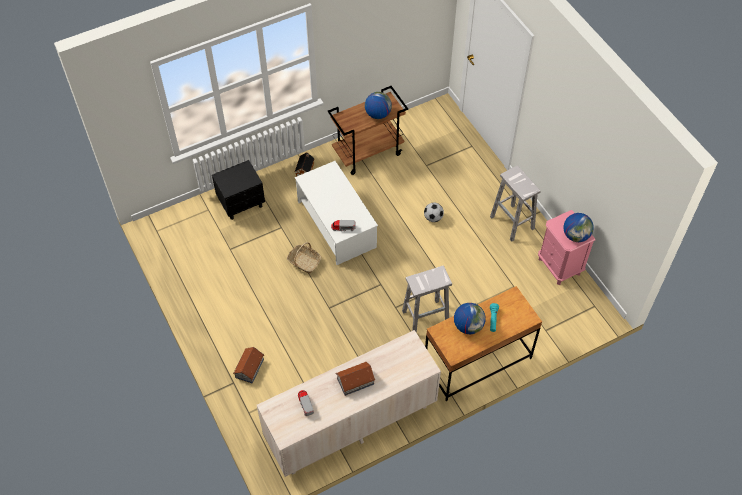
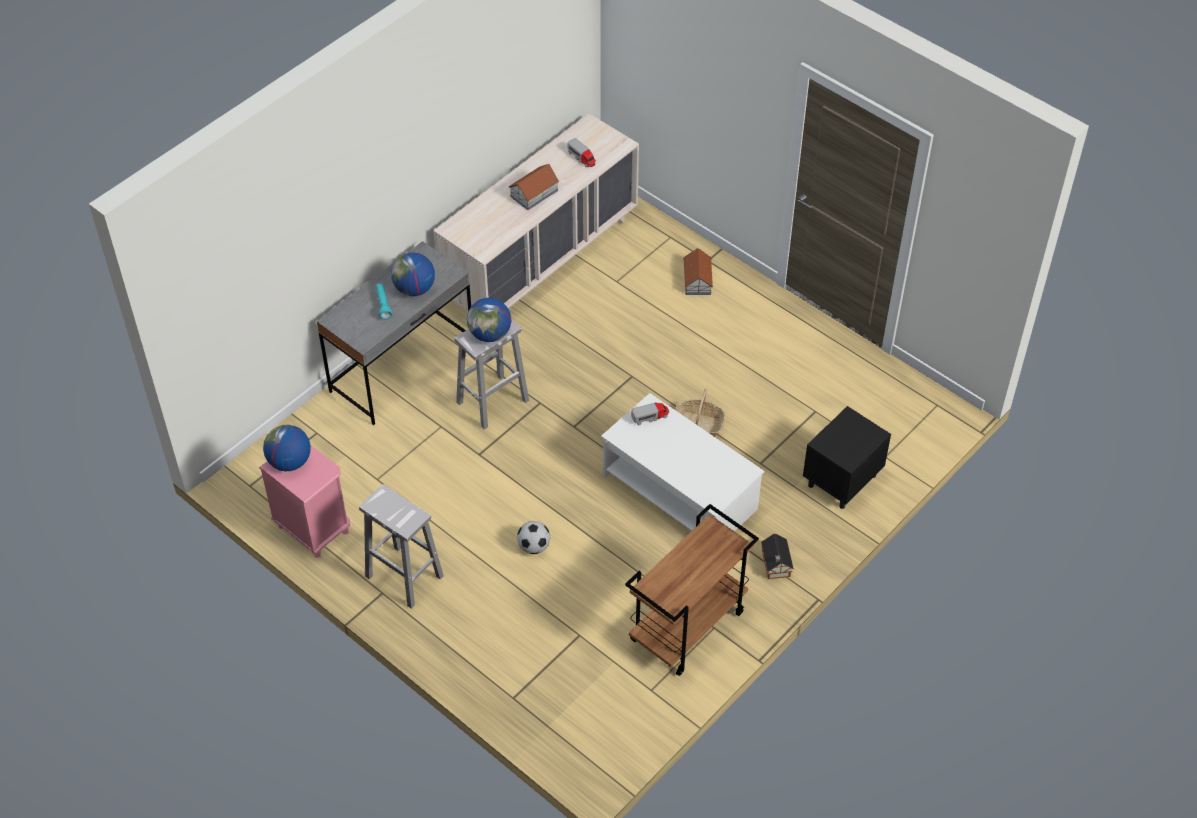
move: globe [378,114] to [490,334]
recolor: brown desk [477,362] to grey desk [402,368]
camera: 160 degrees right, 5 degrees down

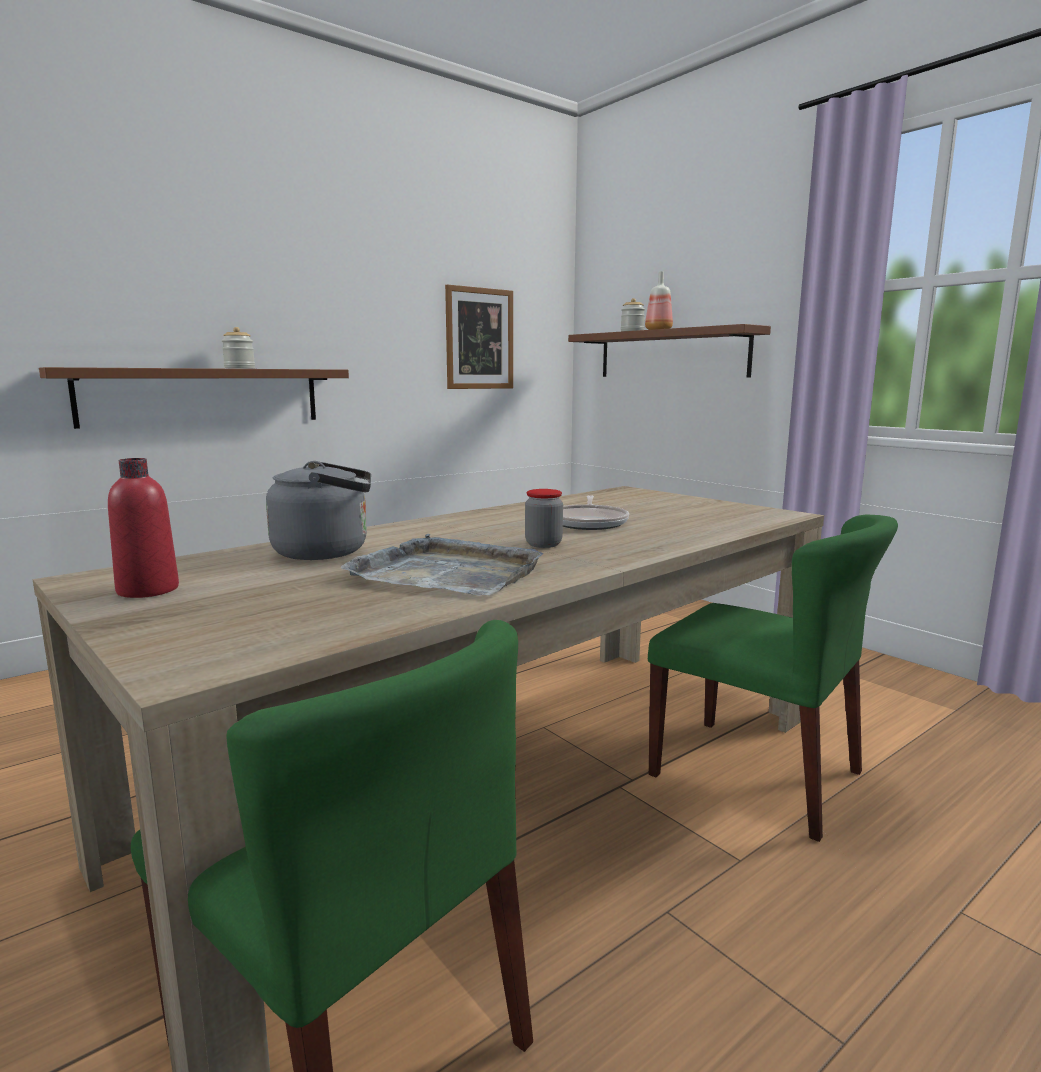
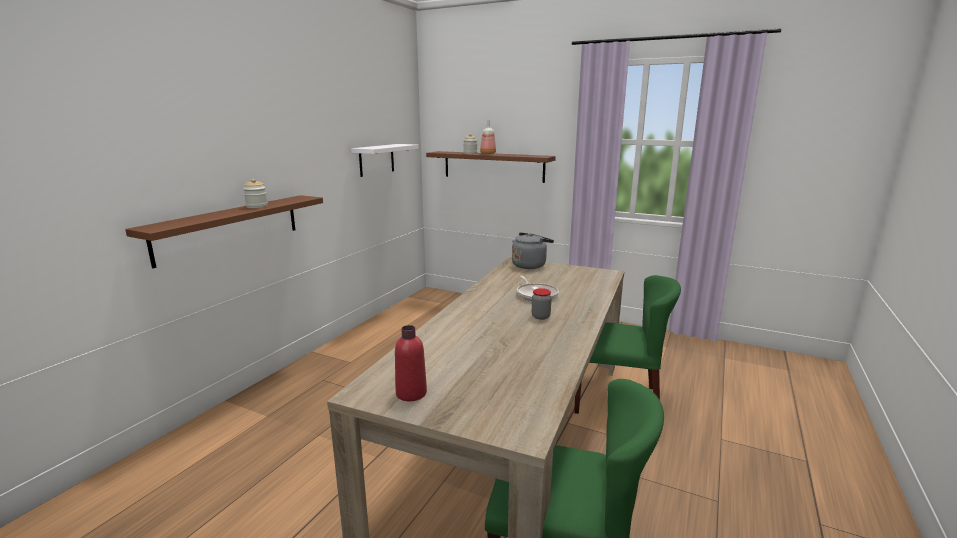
delete: grey tray [448,573]
move: grey kettle [327,552] to [530,265]
replace: picture [479,339] to white shelf [376,160]
camera: 25 degrees left, 5 degrees up

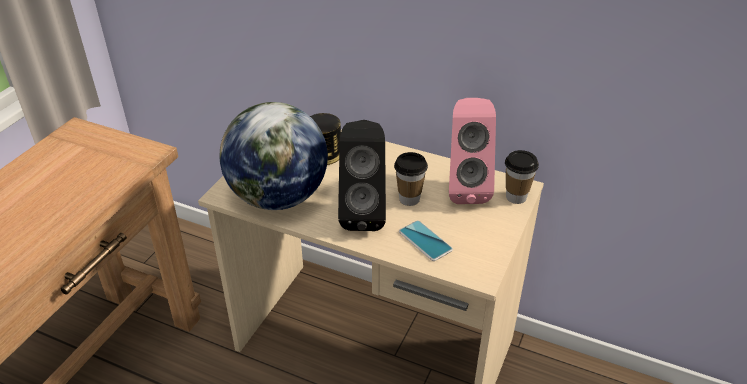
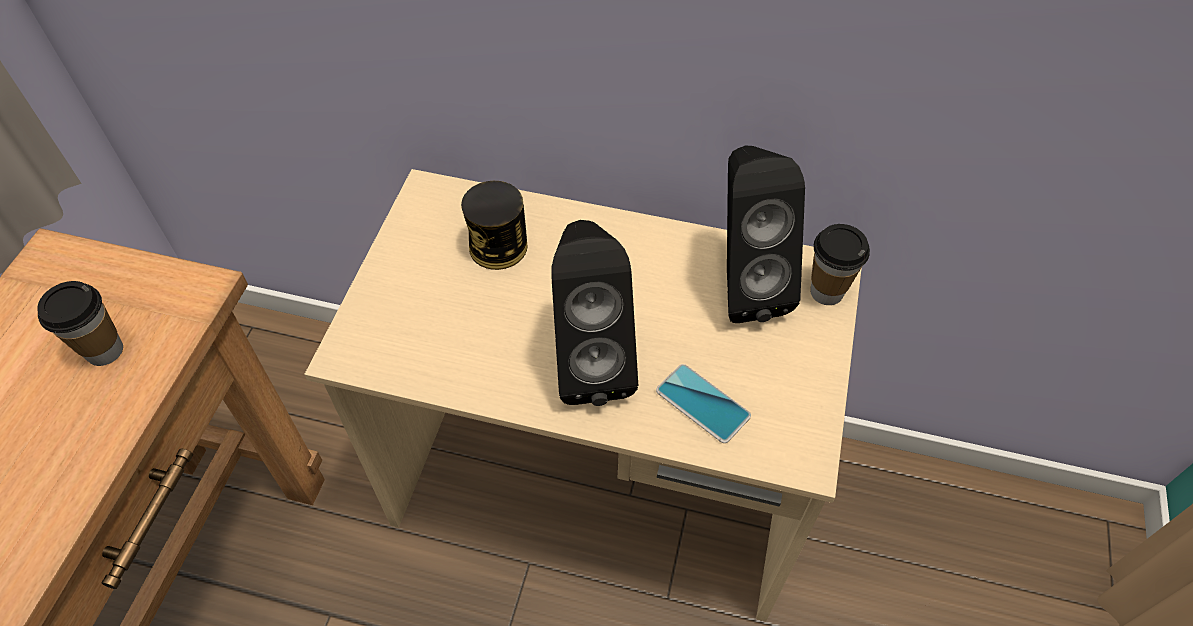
delete: globe [278,198]
move: cup [409,199] to [104,351]
recolor: pink speaker [465,188] to black speaker [743,285]
camera: 10 degrees left, 15 degrees up

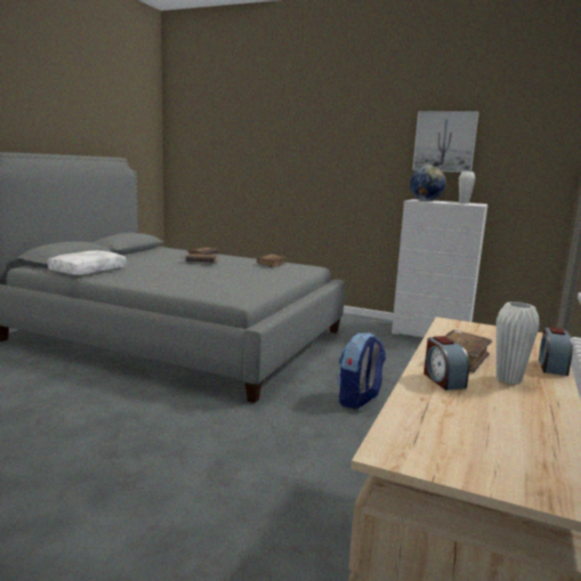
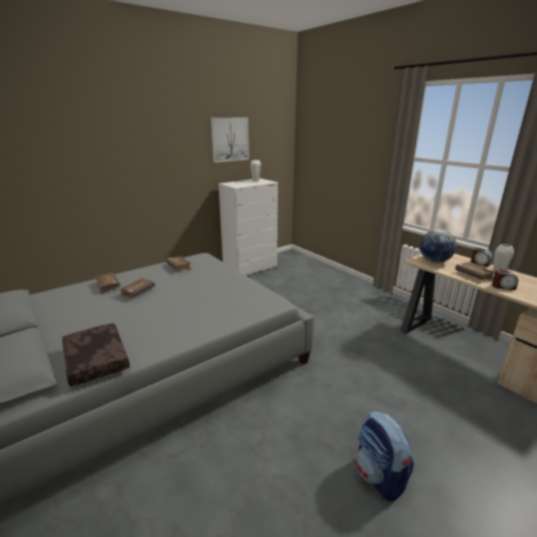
move: backpack [359,400] to [379,476]; globe [426,201] to [434,261]
recolor: white pillow [88,270] to brown pillow [95,360]
camera: 60 degrees left, 10 degrees up

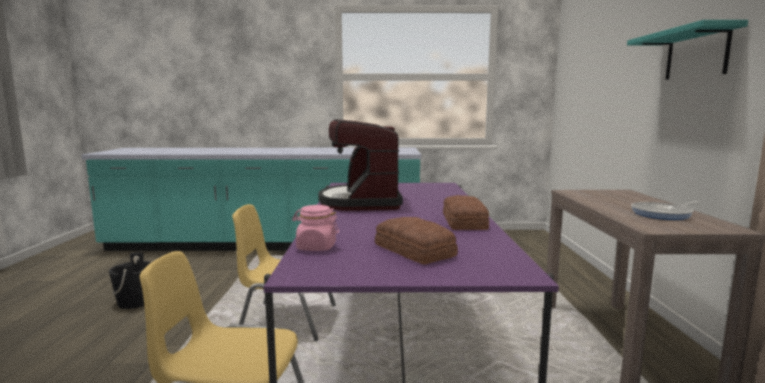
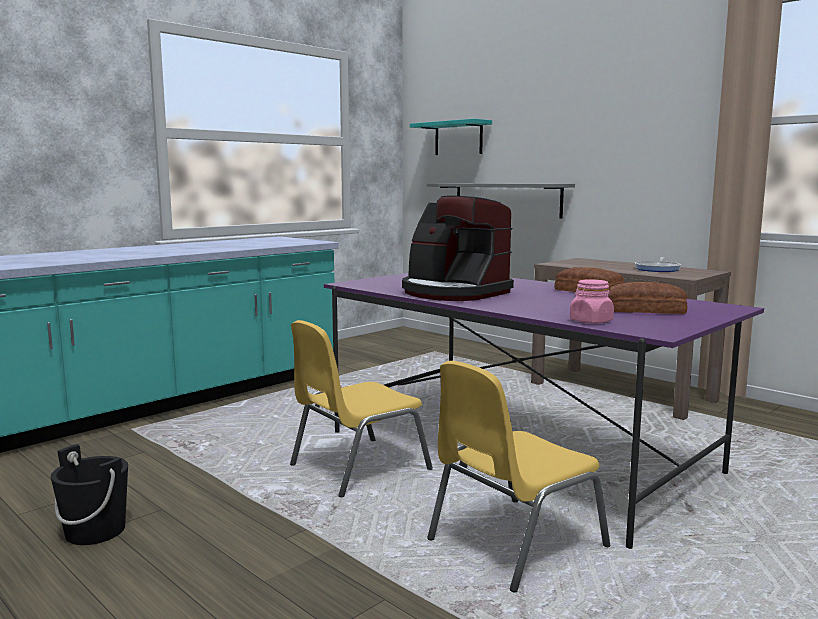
insert: grey shelf [507,199]
move: turquoise shelf [696,54] to [458,138]
camera: 45 degrees left, 0 degrees up

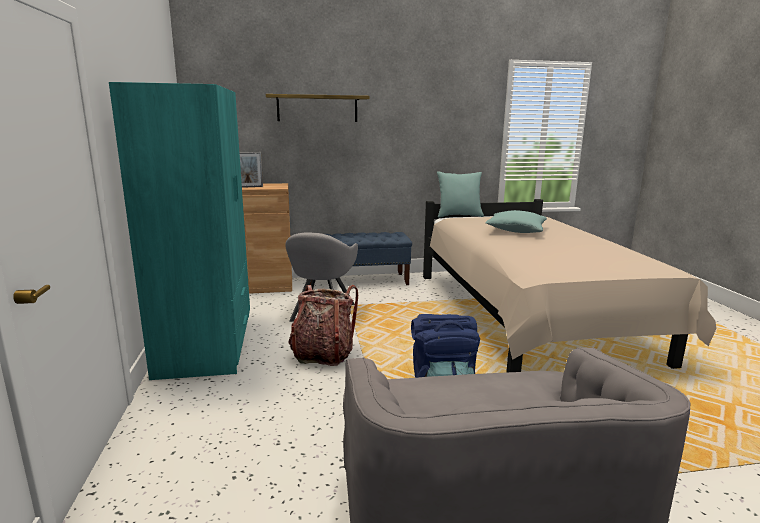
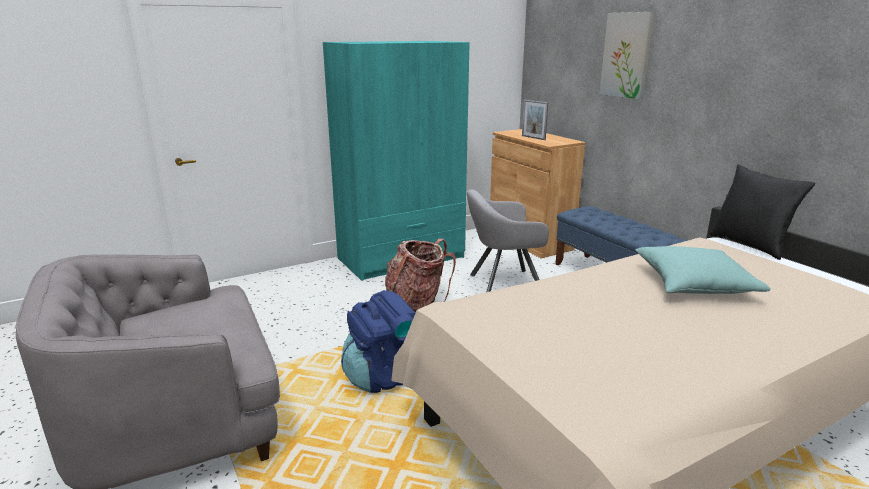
replace: shelf [317,108] to picture [626,55]
recolor: turquoise pillow [459,216] to black pillow [750,245]
camera: 70 degrees right, 5 degrees up

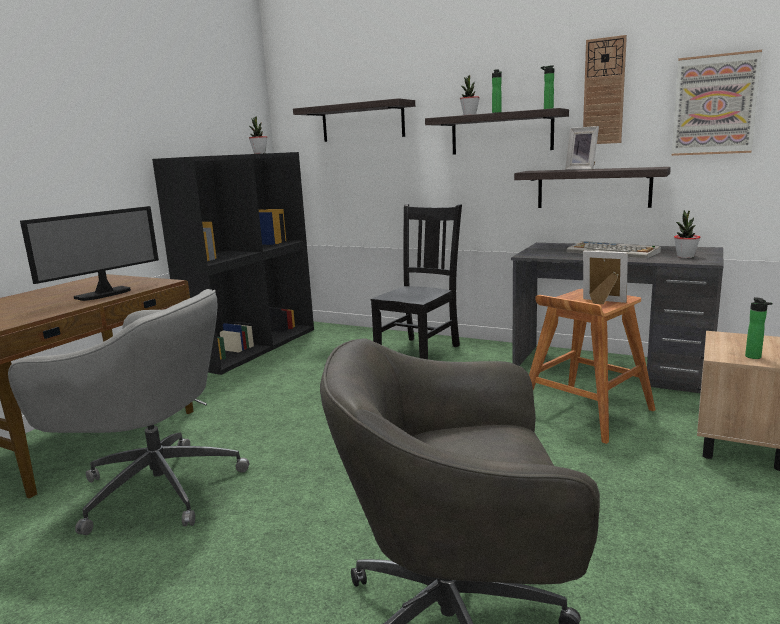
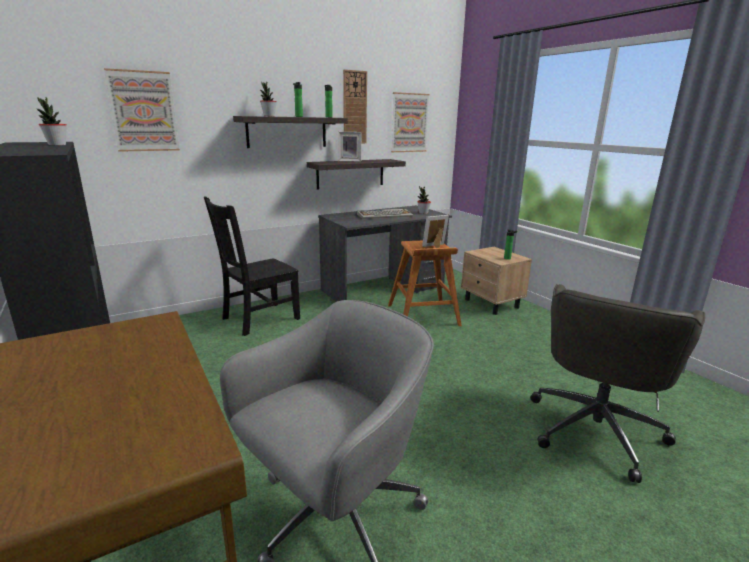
delete: monitor [105,294]
replace: shelf [362,122] to picture [143,111]
rotate: black chair [419,351] = [258,319] 105 degrees counterclockwise
camera: 60 degrees left, 5 degrees up

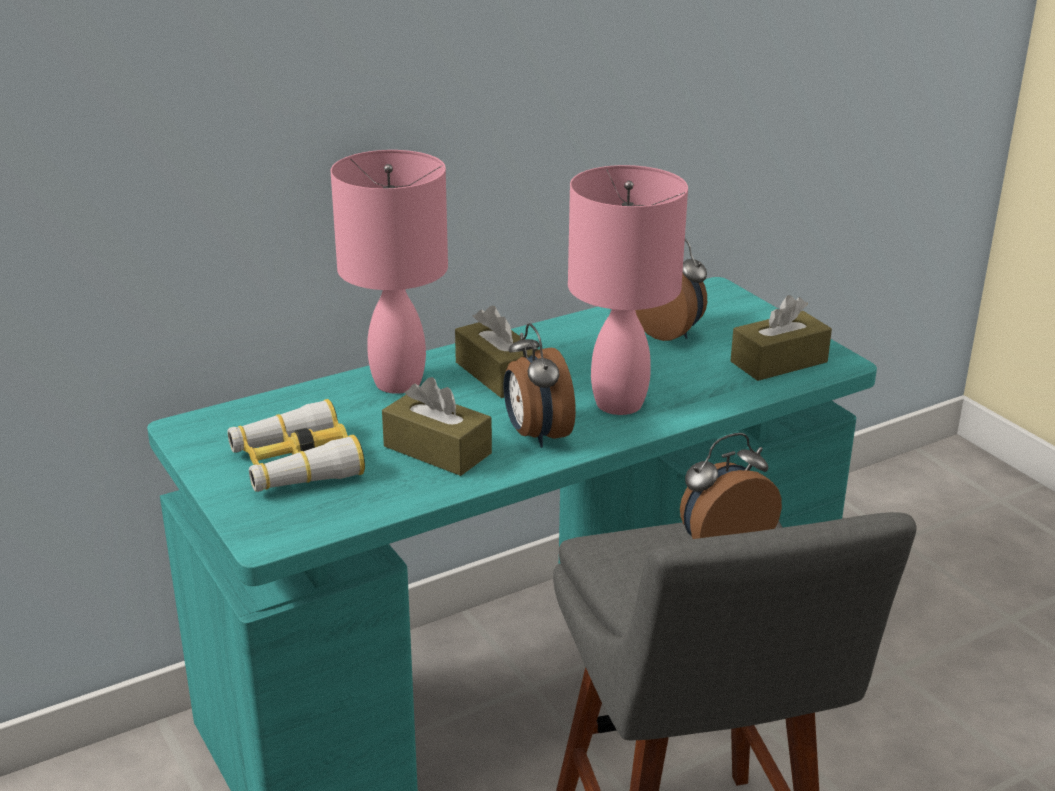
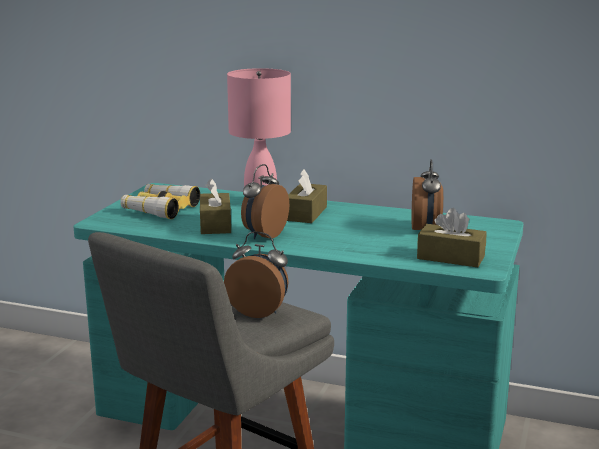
delete: pink table lamp [620,404]
camera: 50 degrees right, 10 degrees down

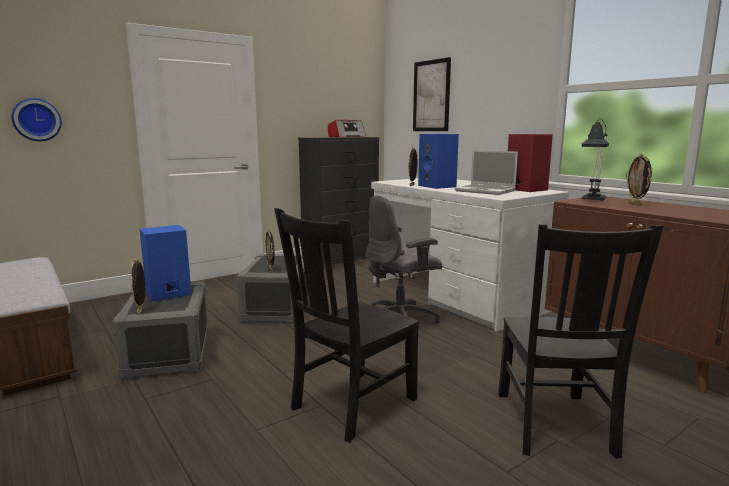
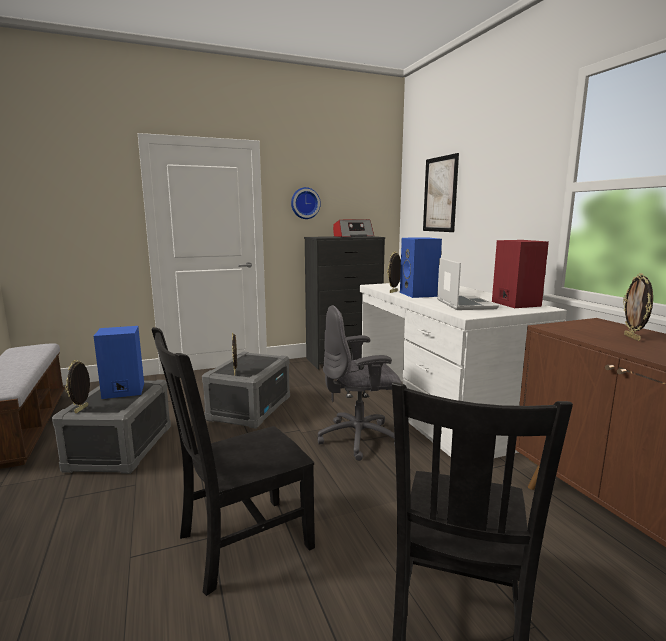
delete: table lamp [592,200]
move: wall clock [36,120] to [305,203]
rotate: laptop [486,191] = [464,304] 150 degrees counterclockwise
camera: 15 degrees right, 0 degrees up

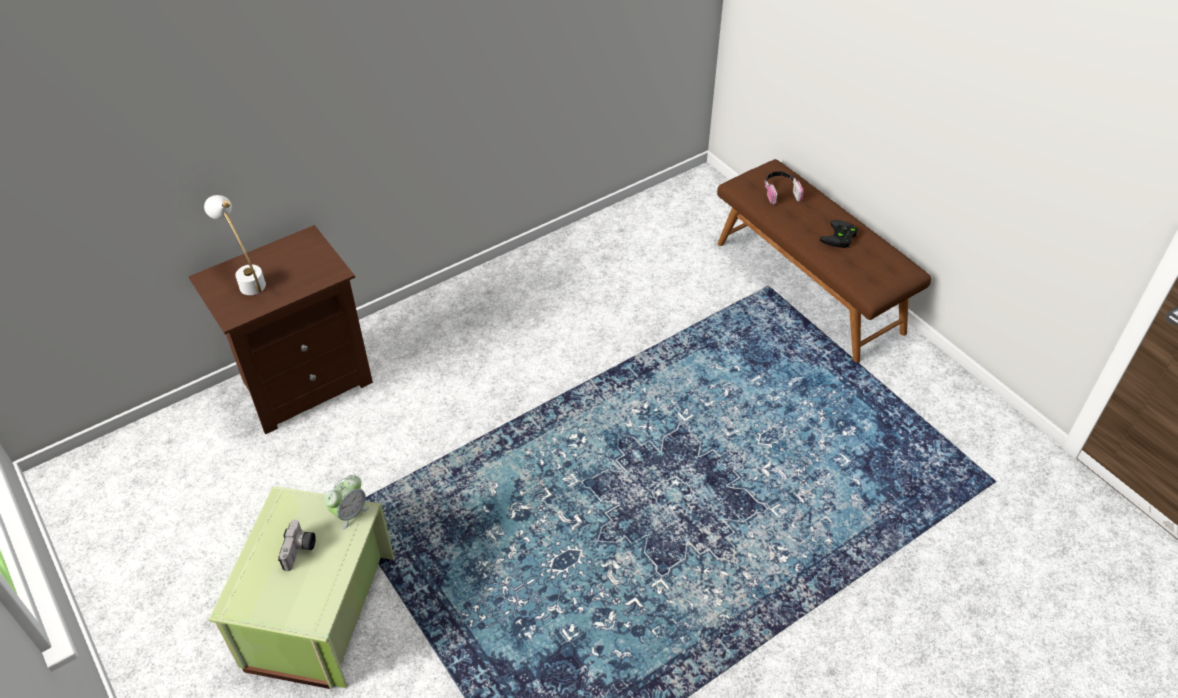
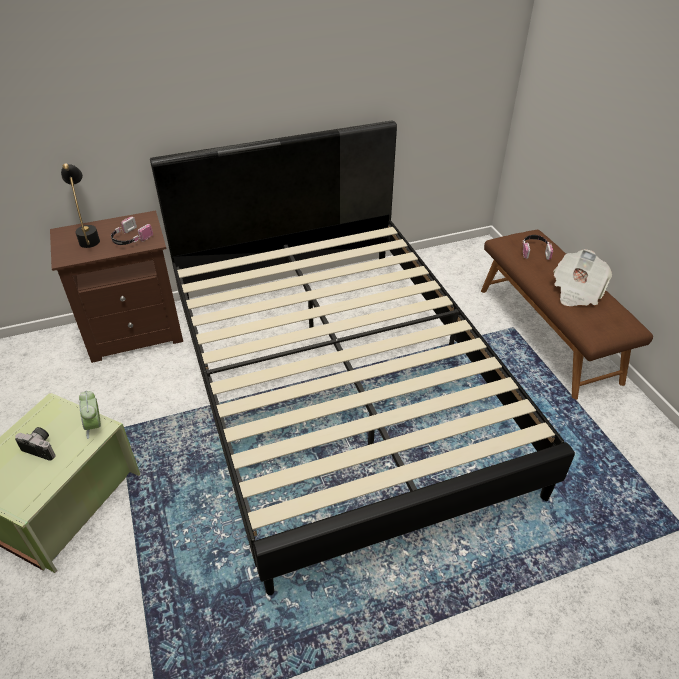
insert: headphones [130,239]; black bed [340,386]
replace: black game controller [840,238] to newspaper [576,291]
recolor: white table lamp [247,279] to black table lamp [89,237]
rotate: photo camera [300,551] = [42,447] 90 degrees counterclockwise; alarm clock [350,513] = [95,426] 105 degrees clockwise
camera: 15 degrees right, 5 degrees down

